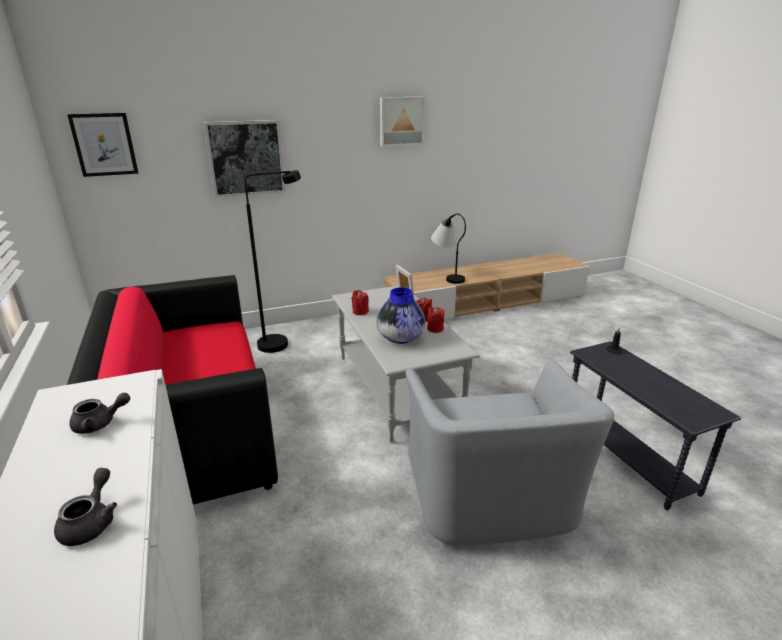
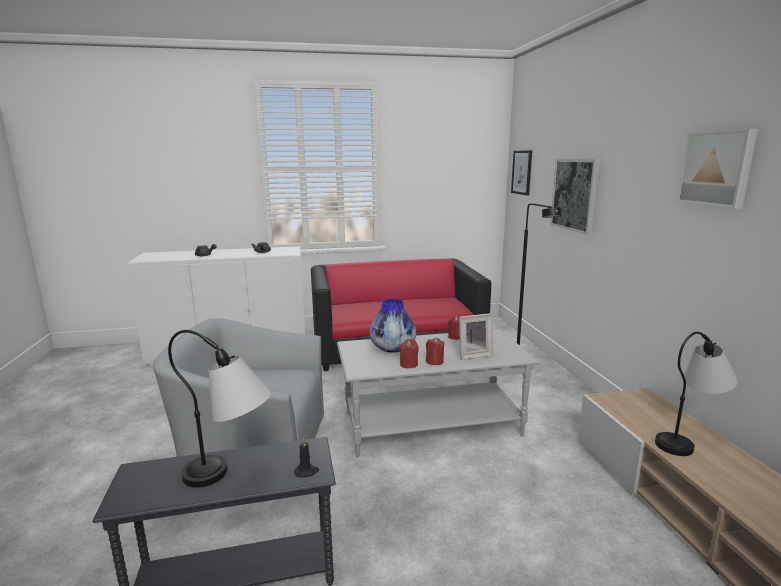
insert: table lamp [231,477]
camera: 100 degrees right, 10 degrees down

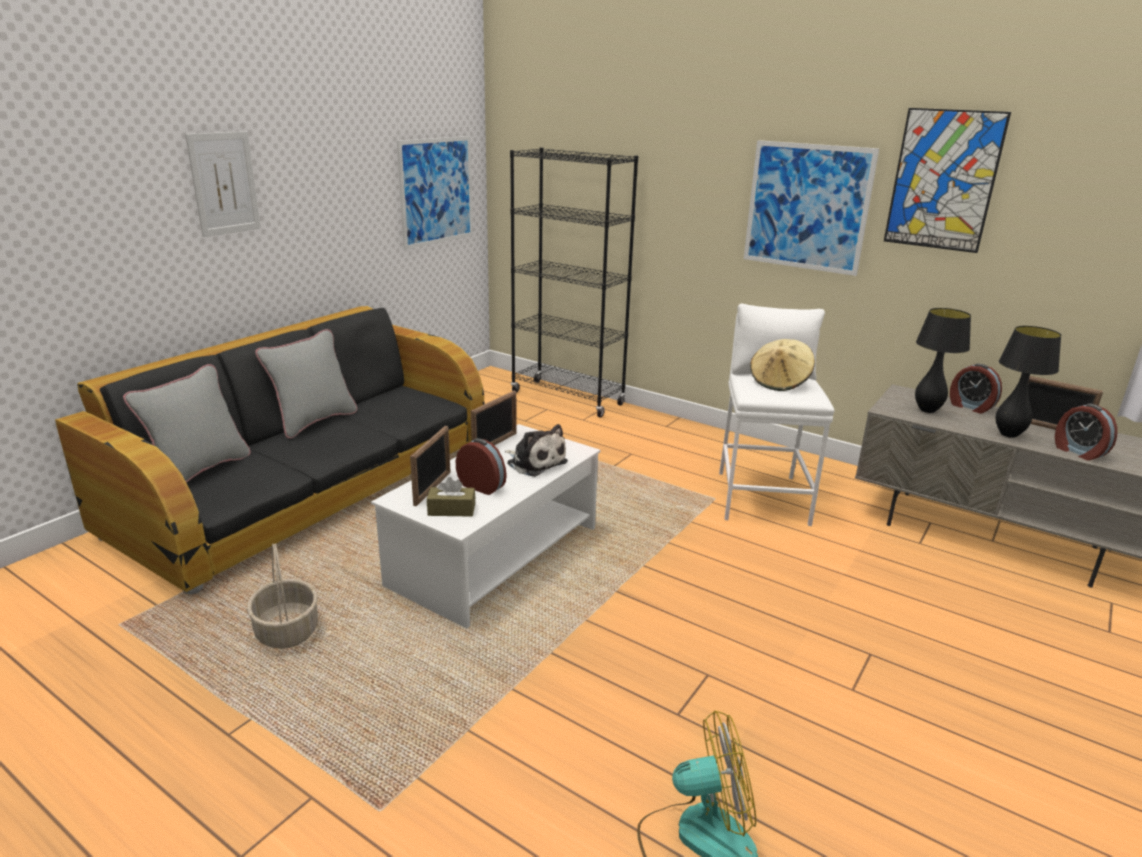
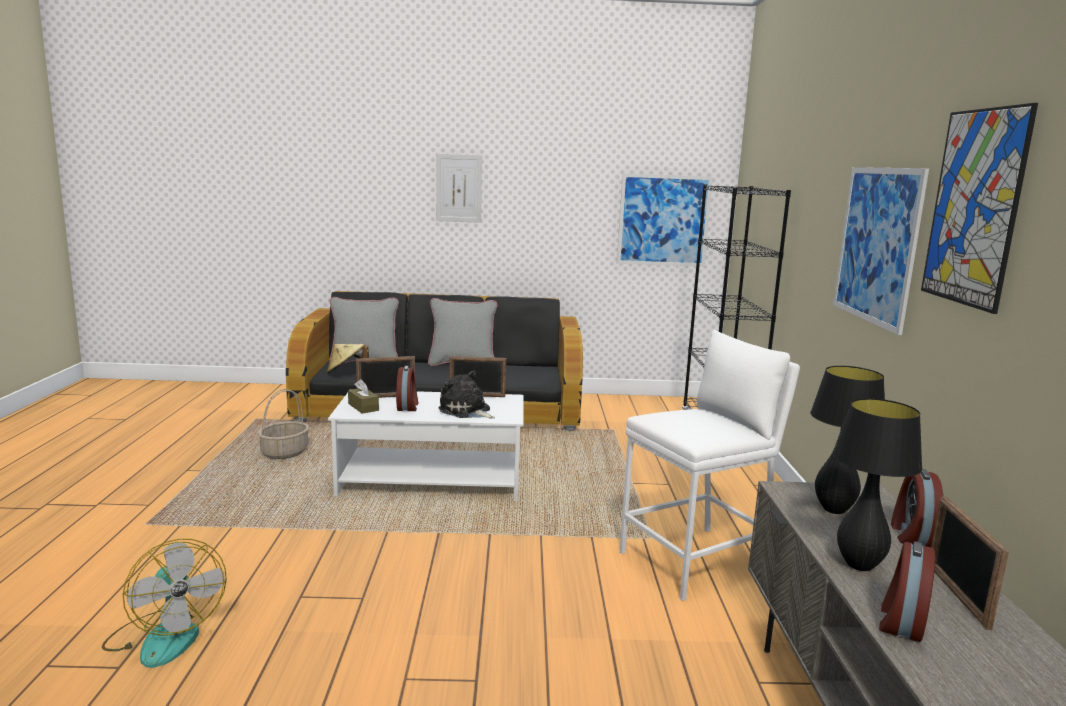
move: beige hat [780,382] to [346,372]
rotate: plush toy [535,462] = [466,411] 120 degrees clockwise
camera: 55 degrees right, 10 degrees down

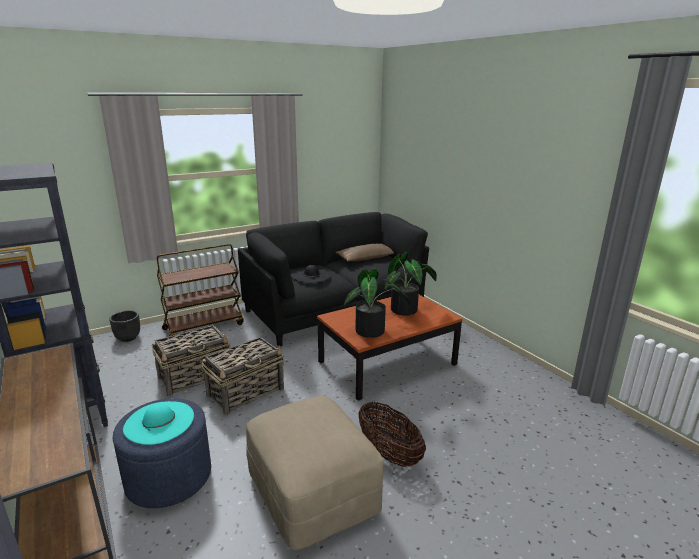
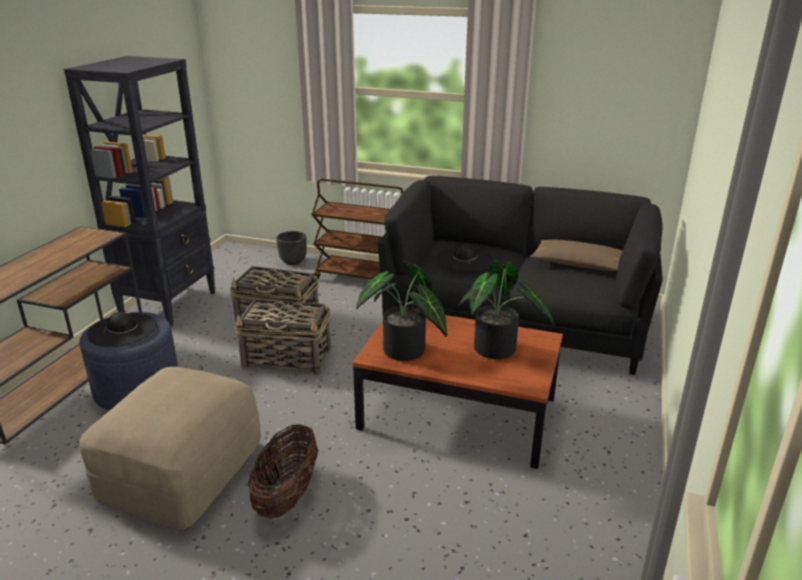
recolor: turquoise hat [159,422] to black hat [122,330]
camera: 50 degrees right, 5 degrees up

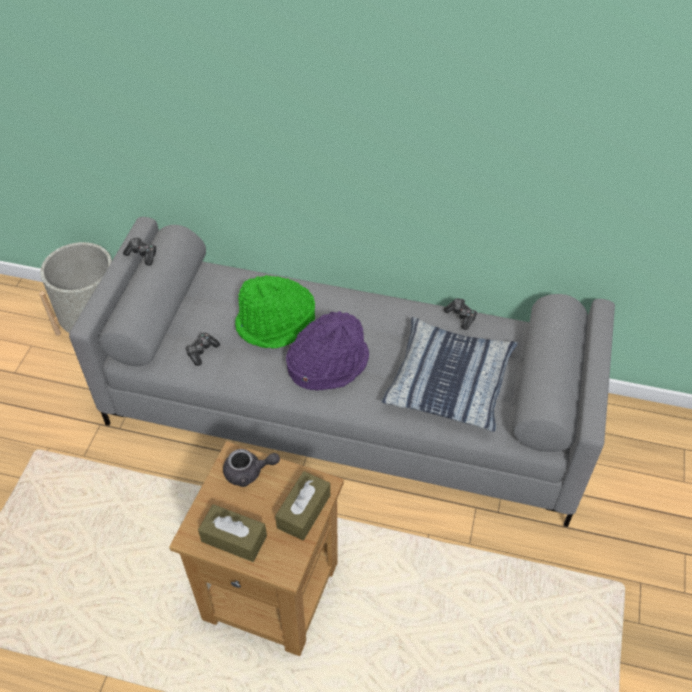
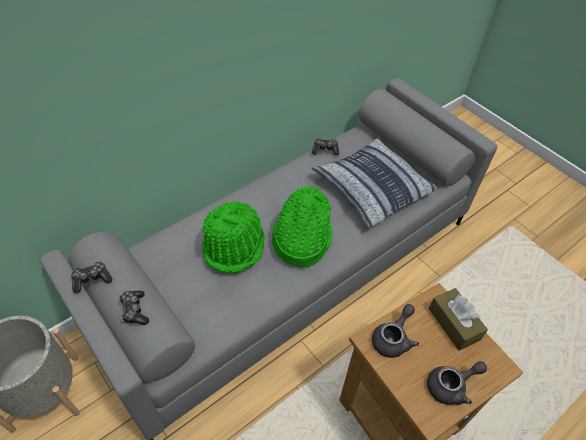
move: game controller [202,351] to [134,310]
replace: brown tissue box [234,538] to grey teapot [451,386]
recolor: purple hat [327,363] to green hat [300,238]
camera: 55 degrees left, 0 degrees up

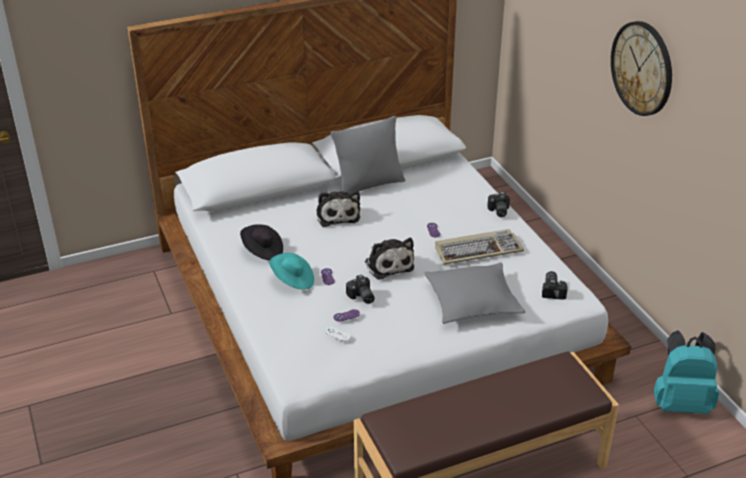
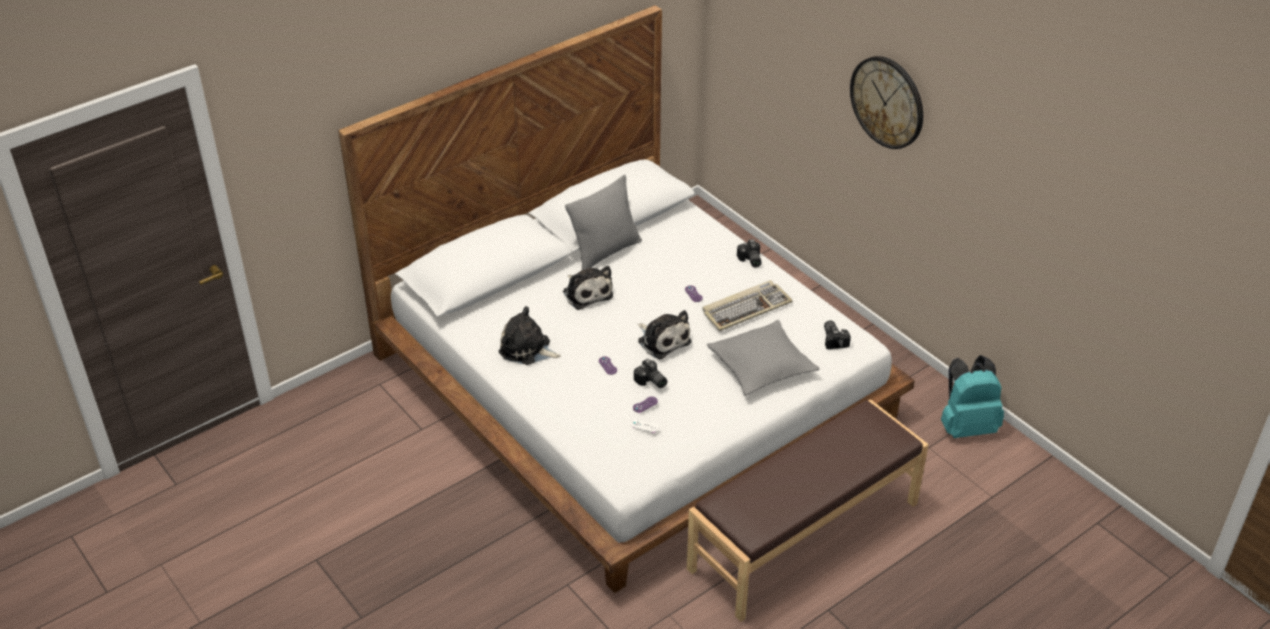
delete: turquoise hat [293,280]
replace: black hat [262,251] to plush toy [527,349]
camera: 15 degrees left, 5 degrees up

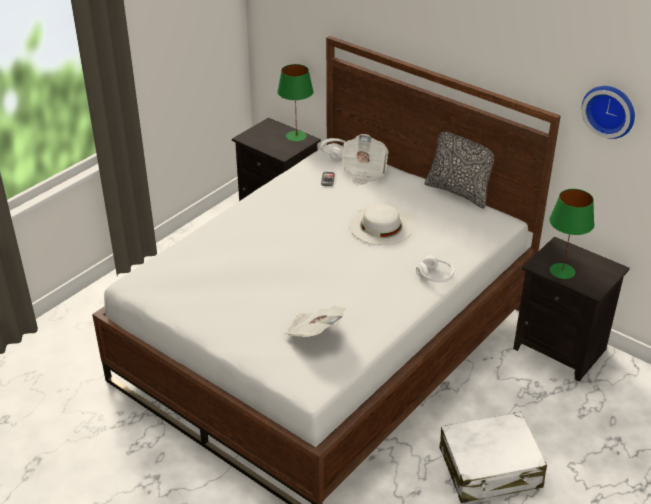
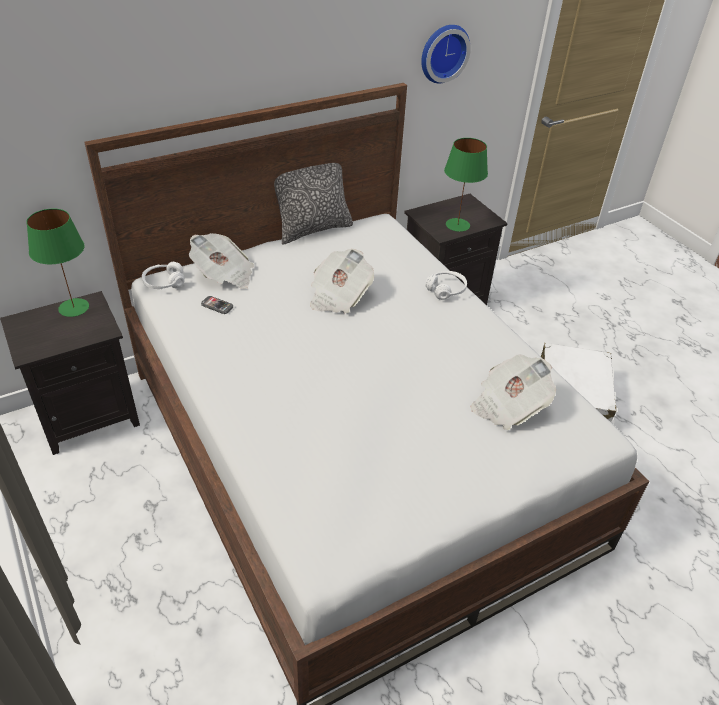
replace: white hat [381,226] to newspaper [338,296]
camera: 70 degrees left, 5 degrees up

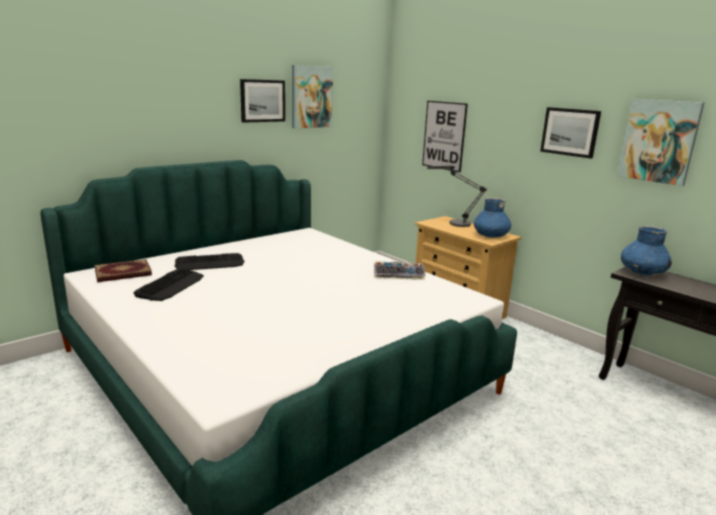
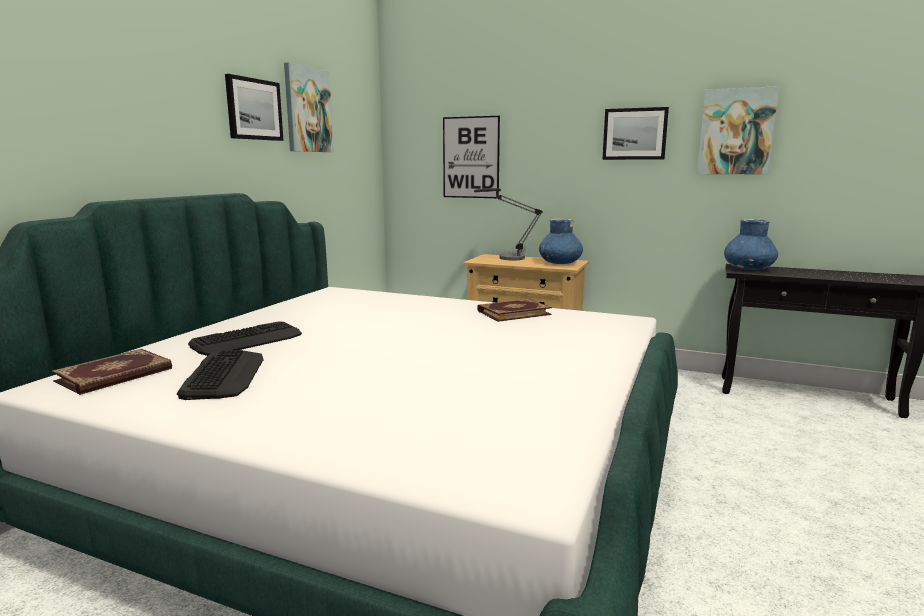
replace: keyboard [399,274] to book [513,312]
camera: 25 degrees left, 5 degrees down

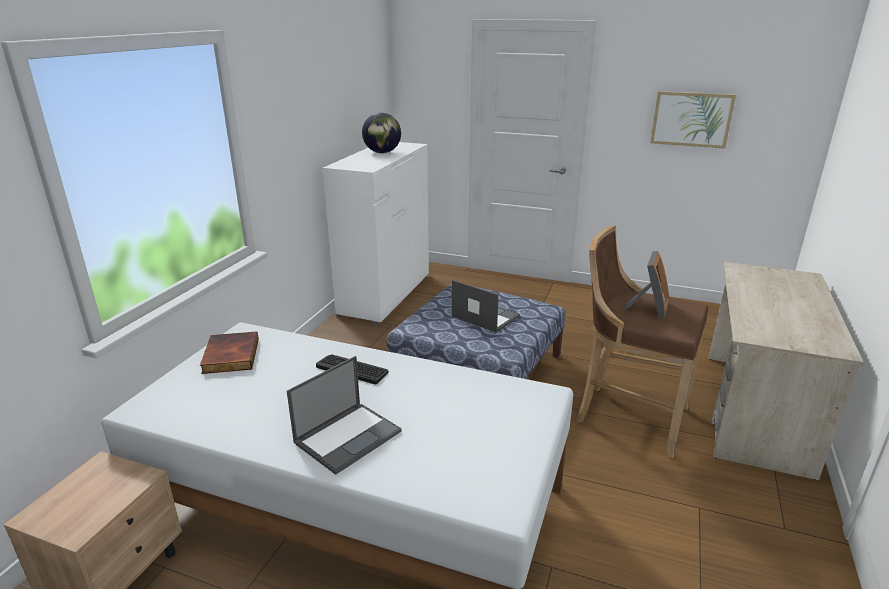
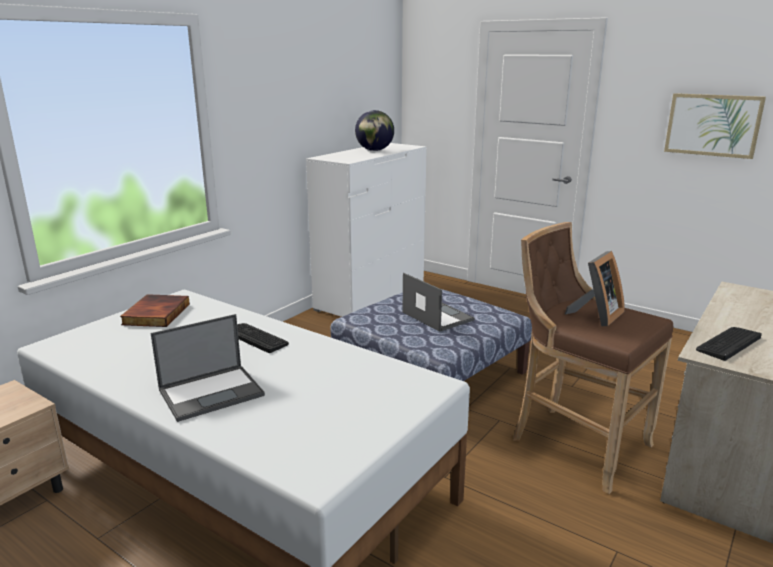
insert: keyboard [728,343]
camera: 15 degrees right, 5 degrees down

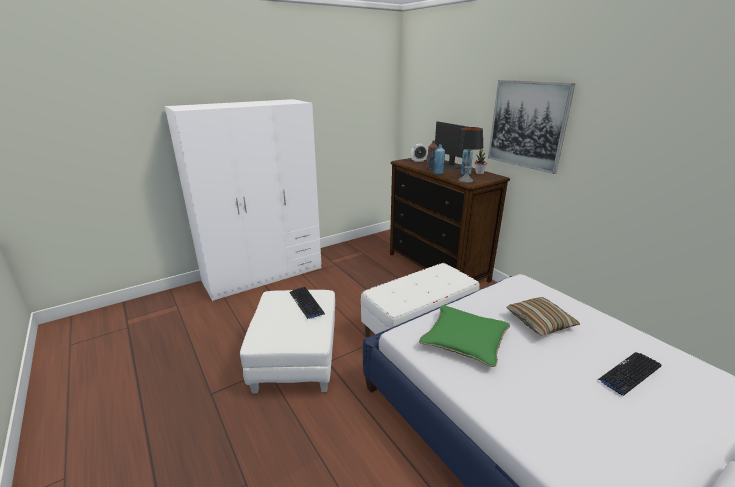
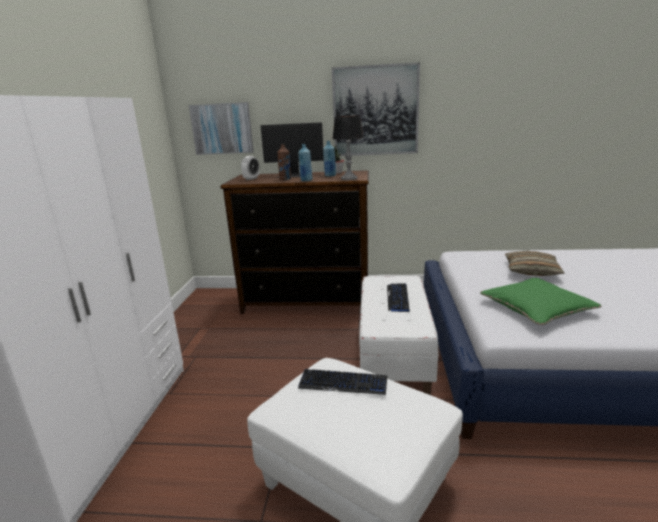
insert: picture [222,129]
move: keyboard [629,373] to [398,298]
camera: 50 degrees left, 5 degrees down

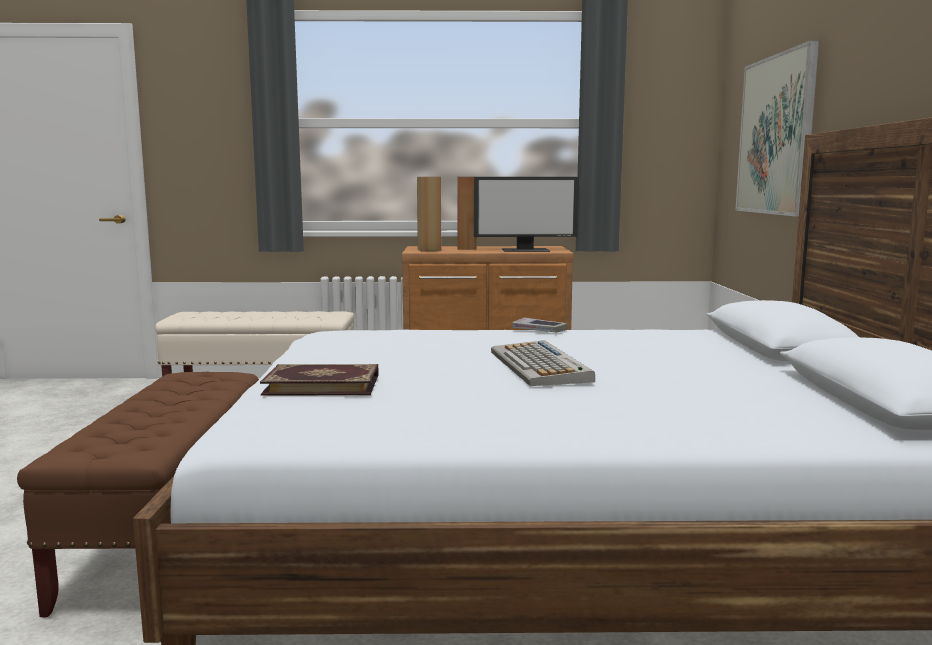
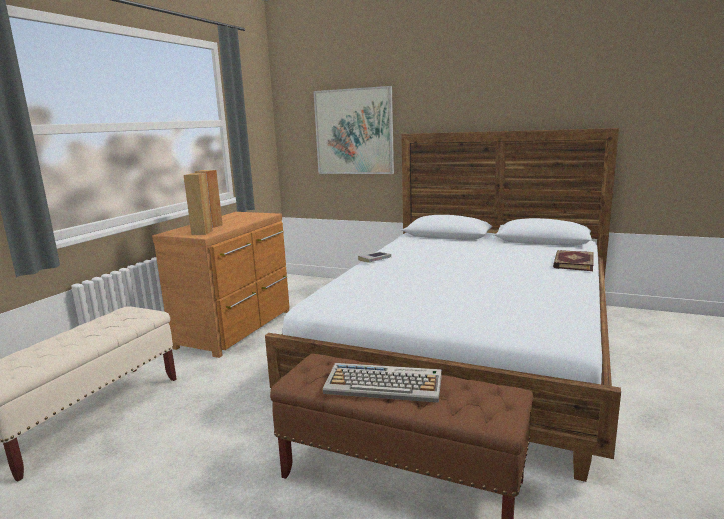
delete: monitor [526,250]
move: keyboard [540,366] to [385,384]; book [322,384] to [572,262]
camera: 65 degrees left, 5 degrees up

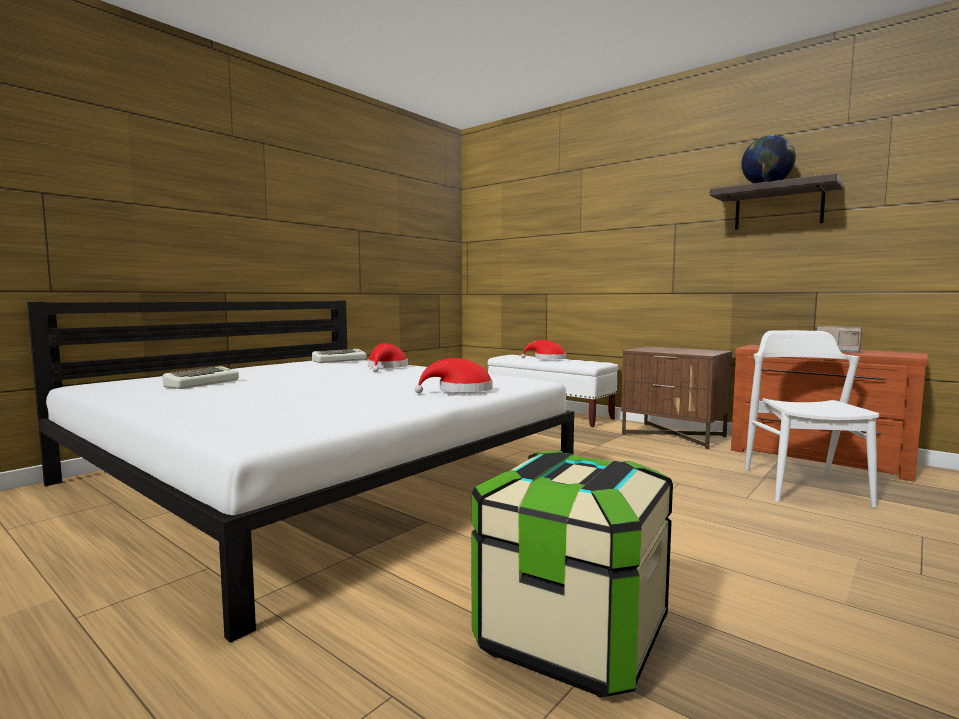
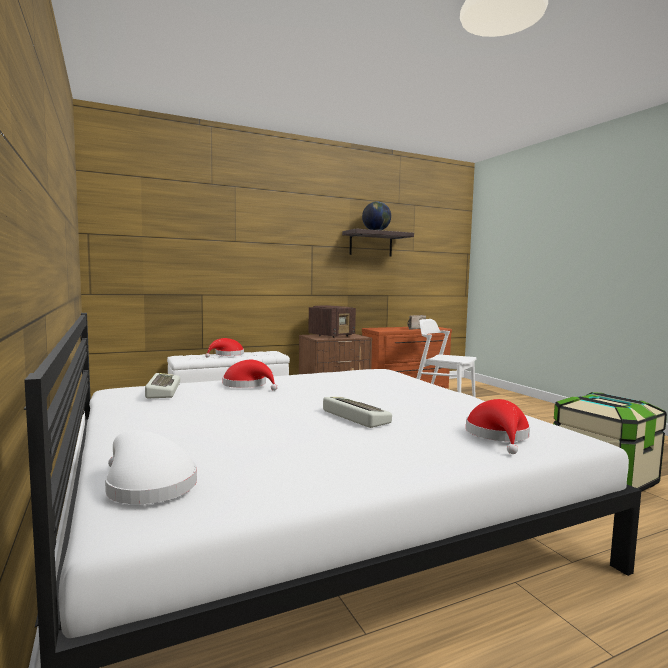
insert: white hat [147,485]; radio [332,336]
move: keyboard [202,383] to [353,417]; red hat [460,390] to [498,435]
camera: 65 degrees left, 0 degrees up

